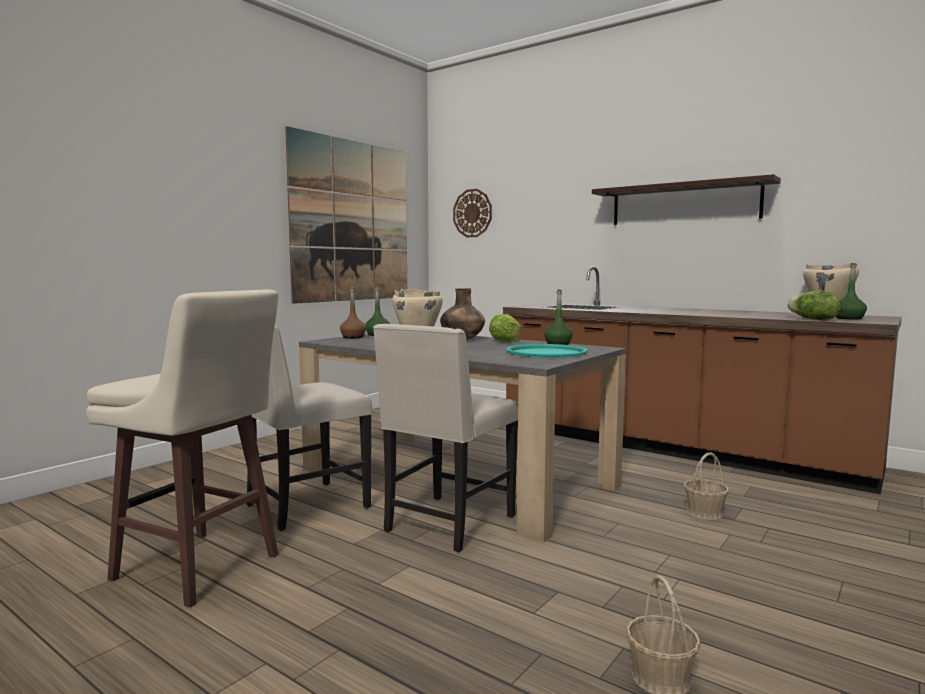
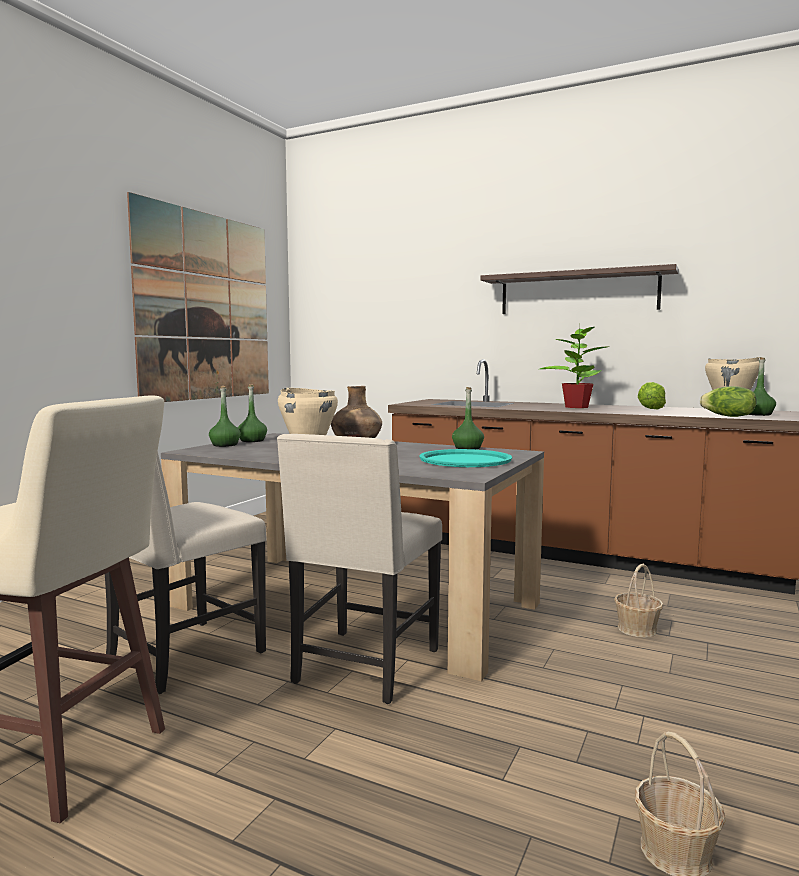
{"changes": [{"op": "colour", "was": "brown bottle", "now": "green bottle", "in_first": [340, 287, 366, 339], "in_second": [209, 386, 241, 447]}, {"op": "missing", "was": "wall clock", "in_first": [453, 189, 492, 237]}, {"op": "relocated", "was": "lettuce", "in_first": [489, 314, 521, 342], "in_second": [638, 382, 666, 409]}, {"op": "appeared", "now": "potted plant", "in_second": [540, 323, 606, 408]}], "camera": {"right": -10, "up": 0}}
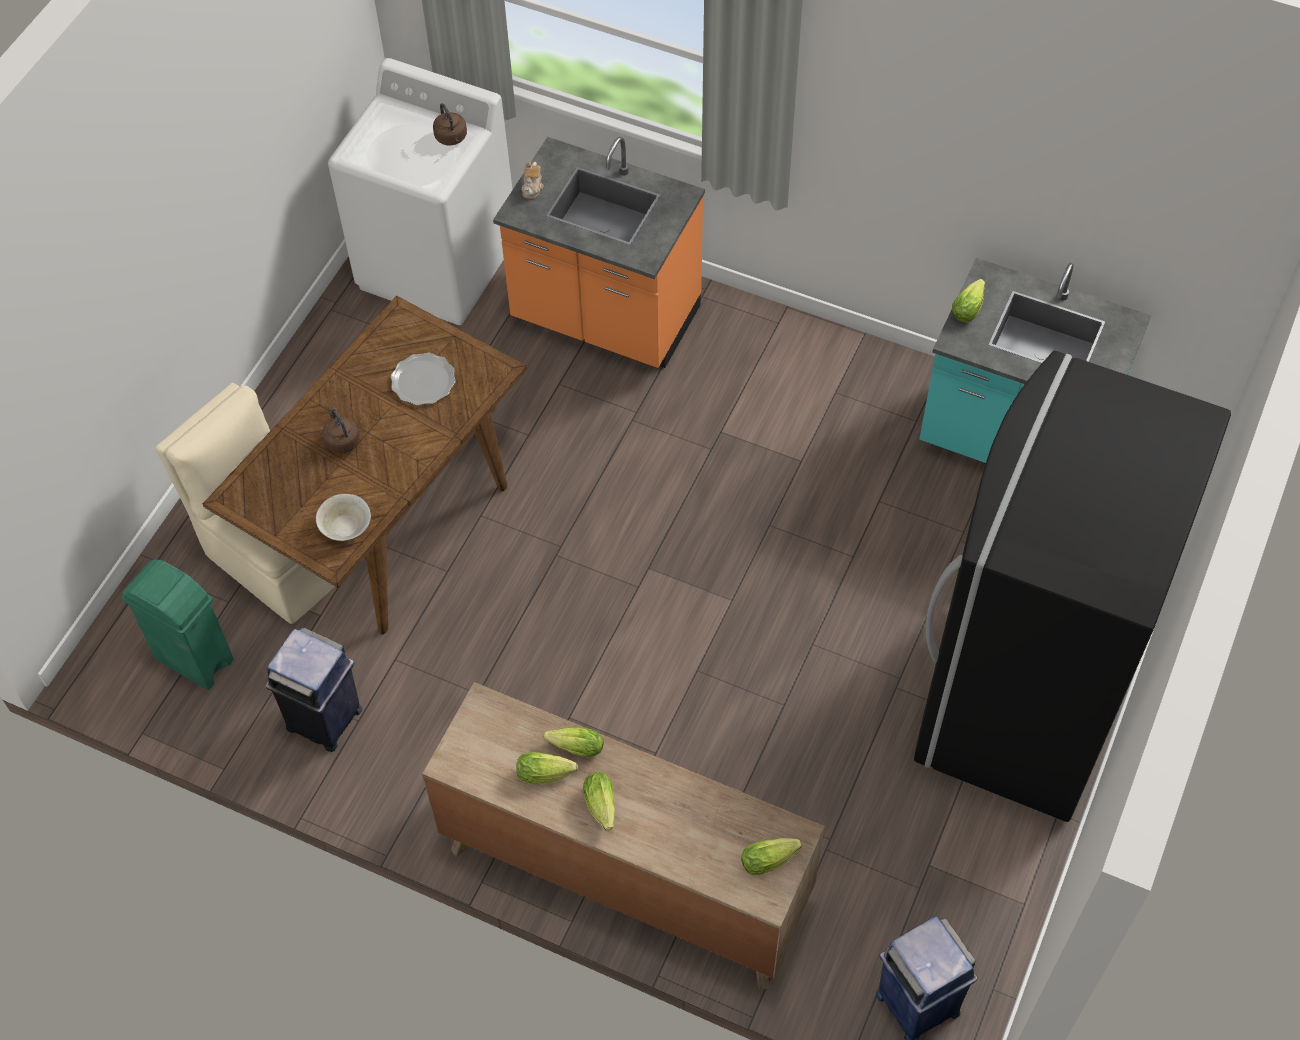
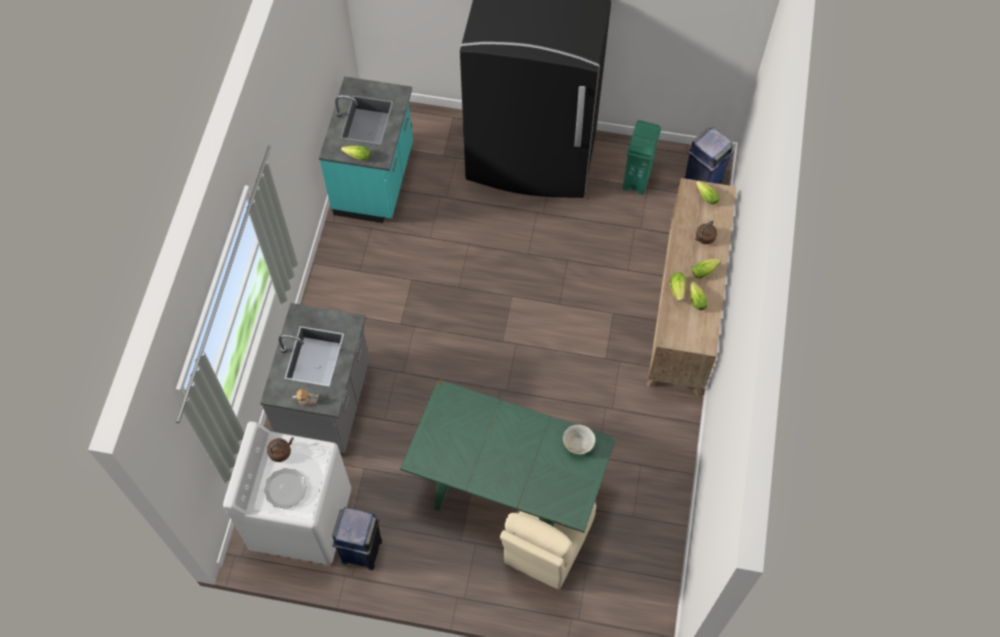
{"changes": [{"op": "relocated", "was": "green trash can", "in_first": [121, 559, 234, 690], "in_second": [623, 120, 661, 195]}, {"op": "colour", "was": "brown dining table", "now": "green dining table", "in_first": [203, 296, 527, 634], "in_second": [400, 379, 616, 533]}, {"op": "relocated", "was": "blue trash can", "in_first": [266, 627, 362, 752], "in_second": [332, 507, 382, 570]}, {"op": "relocated", "was": "brown kettle", "in_first": [322, 407, 360, 453], "in_second": [695, 220, 717, 244]}, {"op": "relocated", "was": "plate", "in_first": [391, 353, 456, 405], "in_second": [264, 468, 307, 509]}, {"op": "colour", "was": "orange counter", "now": "grey counter", "in_first": [493, 137, 705, 368], "in_second": [260, 303, 370, 453]}], "camera": {"right": -105, "up": 5}}
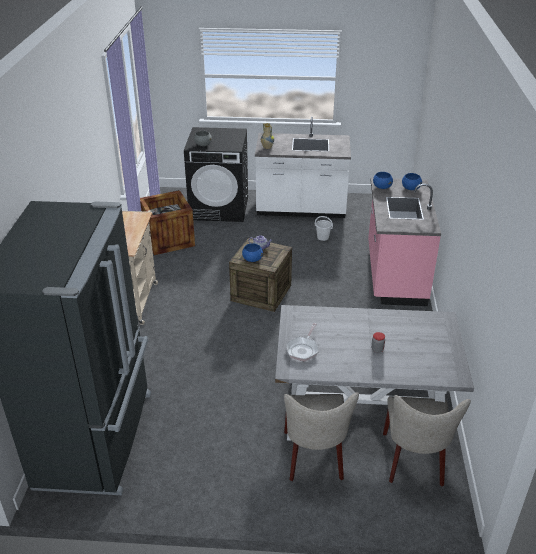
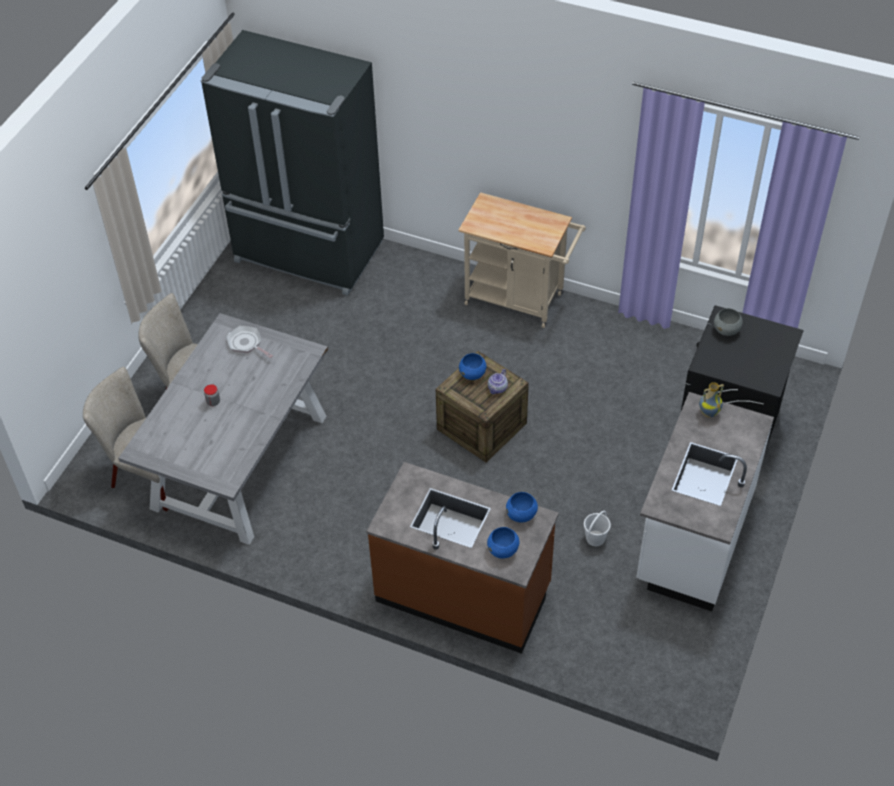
{"changes": [{"op": "missing", "was": "crate", "in_first": [140, 190, 195, 255]}, {"op": "colour", "was": "pink counter", "now": "brown counter", "in_first": [368, 178, 441, 306], "in_second": [366, 462, 559, 654]}], "camera": {"right": 110, "up": 15}}
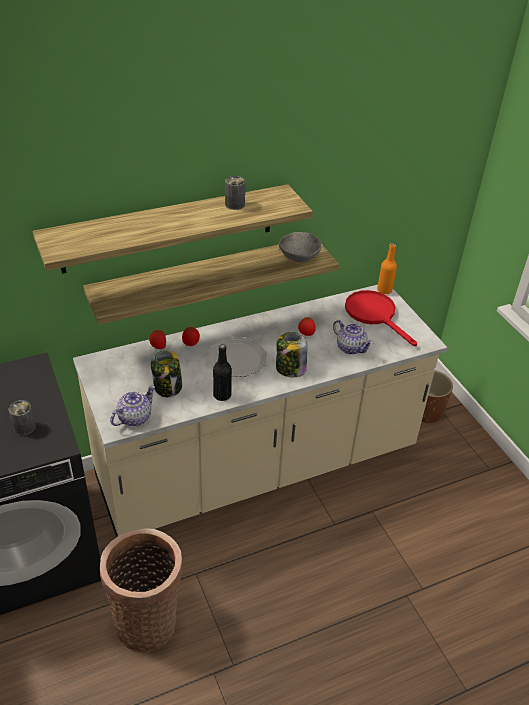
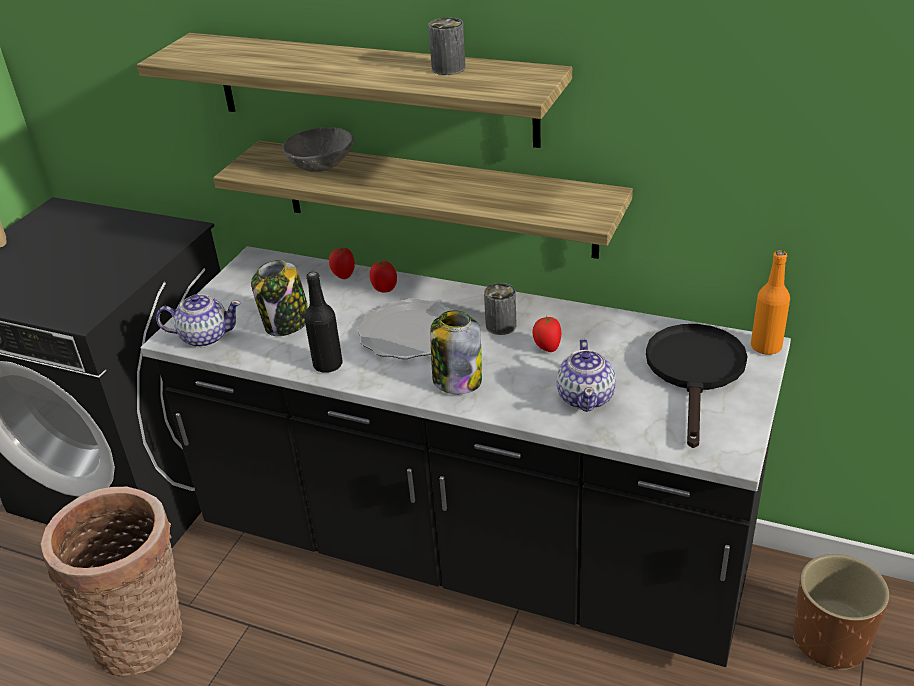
{"changes": [{"op": "relocated", "was": "can", "in_first": [9, 400, 36, 436], "in_second": [484, 283, 517, 335]}, {"op": "colour", "was": "beige counter", "now": "black counter", "in_first": [73, 285, 447, 538], "in_second": [141, 246, 791, 667]}, {"op": "relocated", "was": "grey bowl", "in_first": [279, 232, 321, 262], "in_second": [283, 127, 354, 172]}, {"op": "colour", "was": "red frying pan", "now": "black frying pan", "in_first": [345, 290, 417, 346], "in_second": [646, 324, 747, 448]}], "camera": {"right": 50, "up": -5}}
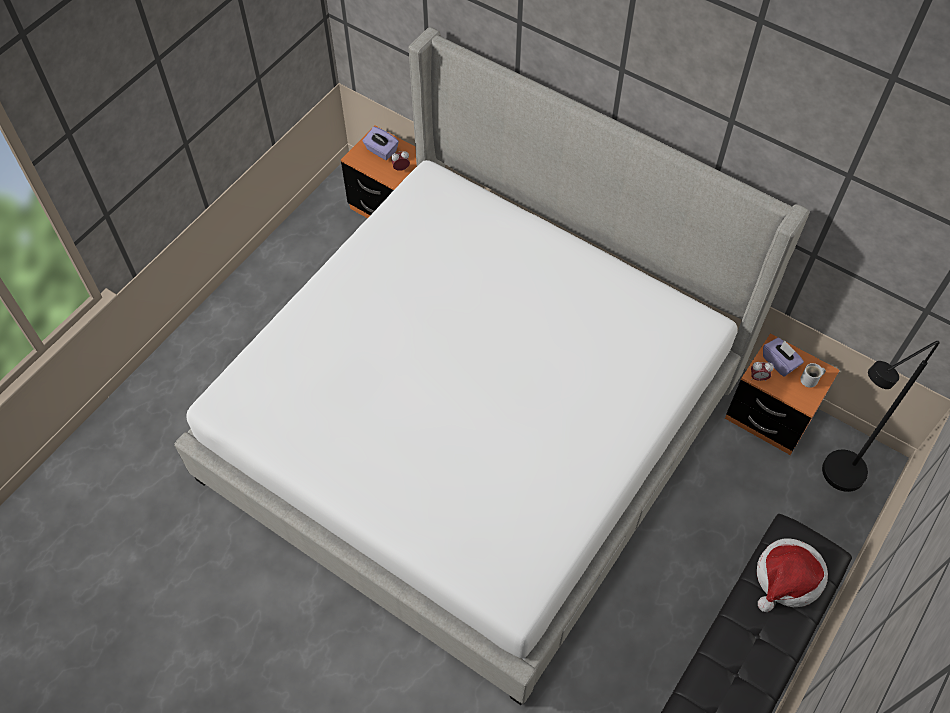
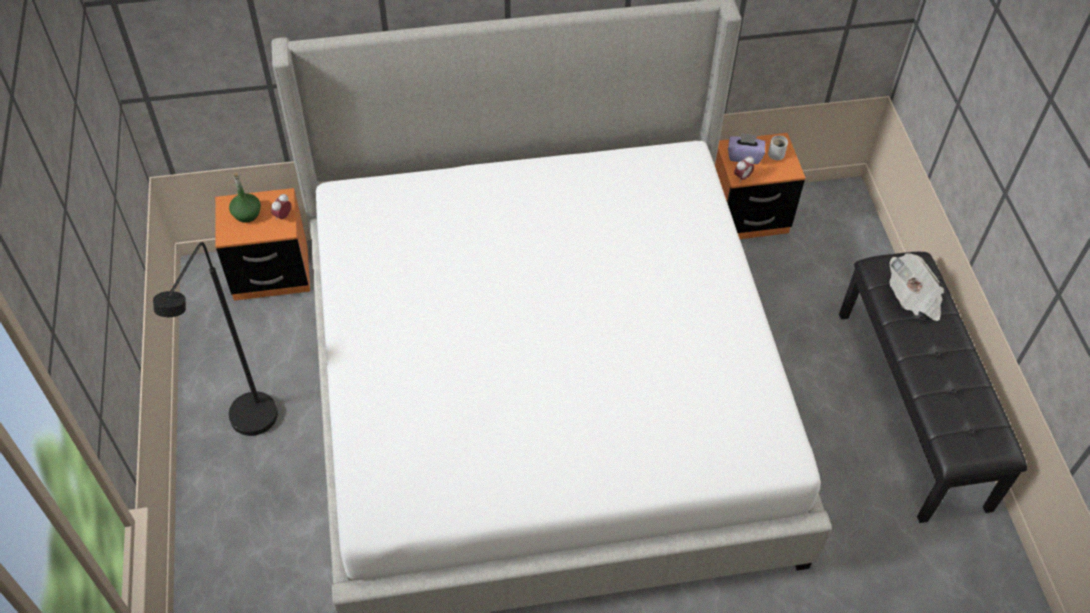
{"changes": [{"op": "exchanged", "was": "purple tissue box", "now": "green bottle", "in_first": [362, 127, 399, 160], "in_second": [229, 172, 261, 223]}, {"op": "exchanged", "was": "hat", "now": "newspaper", "in_first": [757, 538, 828, 612], "in_second": [889, 253, 944, 321]}, {"op": "relocated", "was": "black floor lamp", "in_first": [822, 341, 940, 492], "in_second": [153, 242, 278, 436]}], "camera": {"right": -45, "up": -5}}
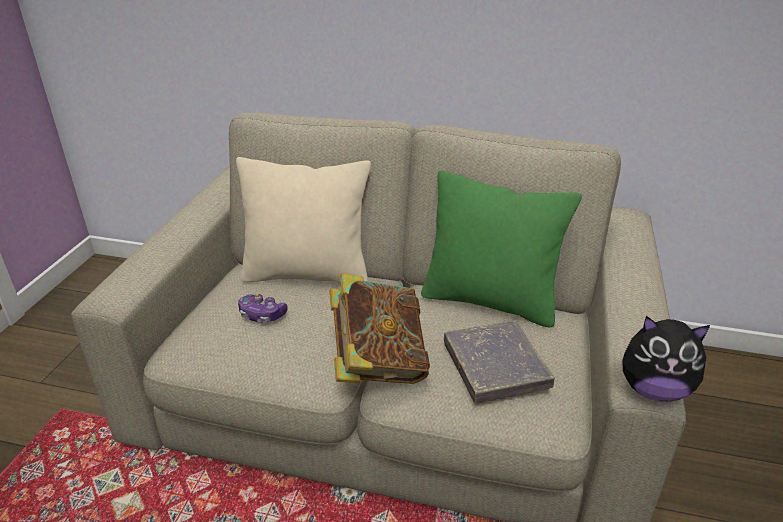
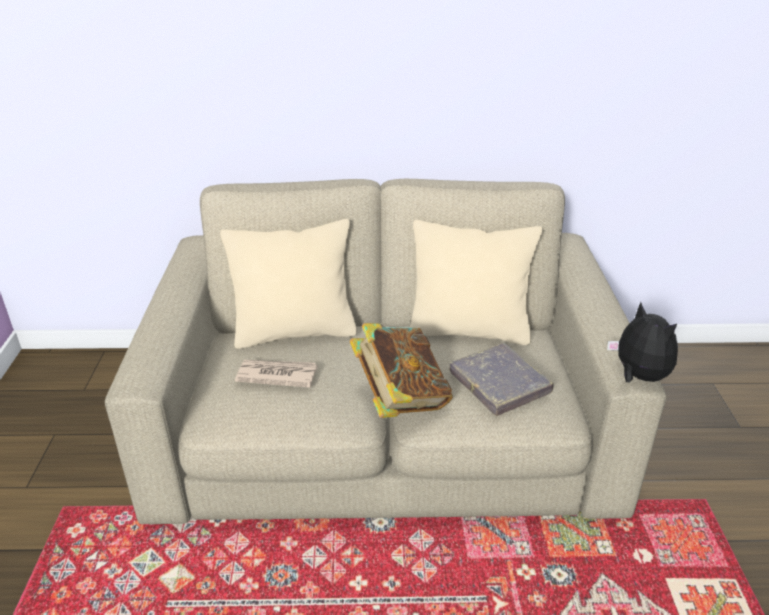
{"changes": [{"op": "exchanged", "was": "game controller", "now": "newspaper", "in_first": [238, 294, 288, 323], "in_second": [235, 360, 318, 388]}, {"op": "colour", "was": "green pillow", "now": "beige pillow", "in_first": [421, 170, 582, 327], "in_second": [409, 220, 543, 345]}, {"op": "spun", "was": "plush toy", "in_first": [623, 316, 710, 402], "in_second": [607, 302, 678, 382], "clockwise": -120}], "camera": {"right": -15, "up": 0}}
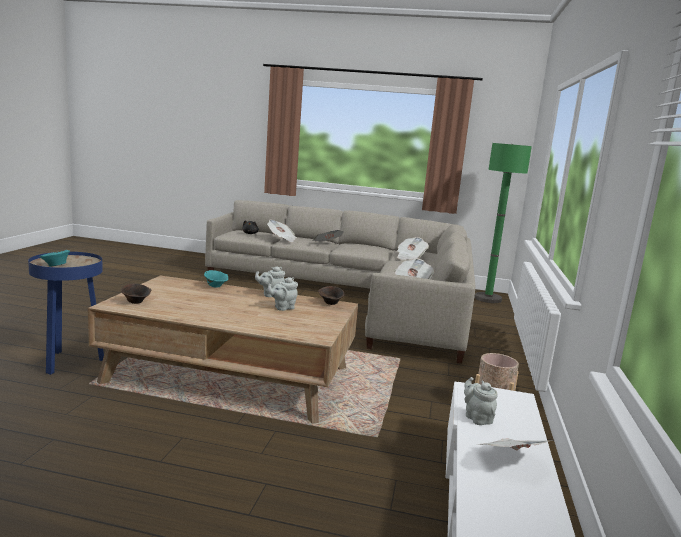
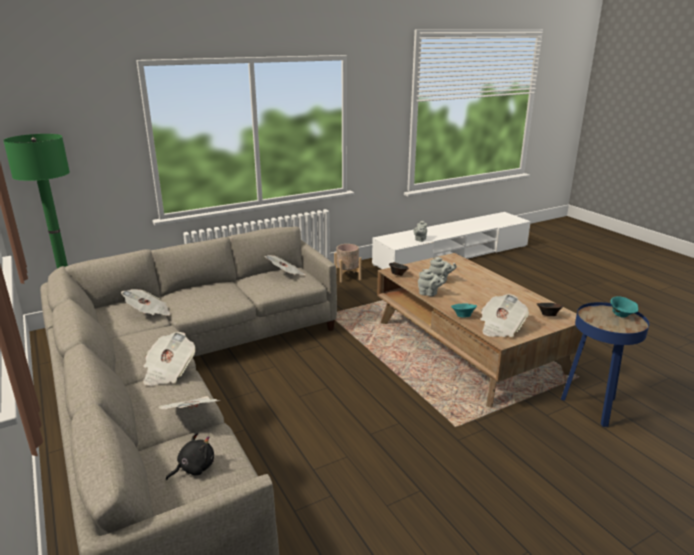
{"changes": [{"op": "relocated", "was": "newspaper", "in_first": [478, 438, 548, 450], "in_second": [480, 294, 529, 337]}], "camera": {"right": -130, "up": 10}}
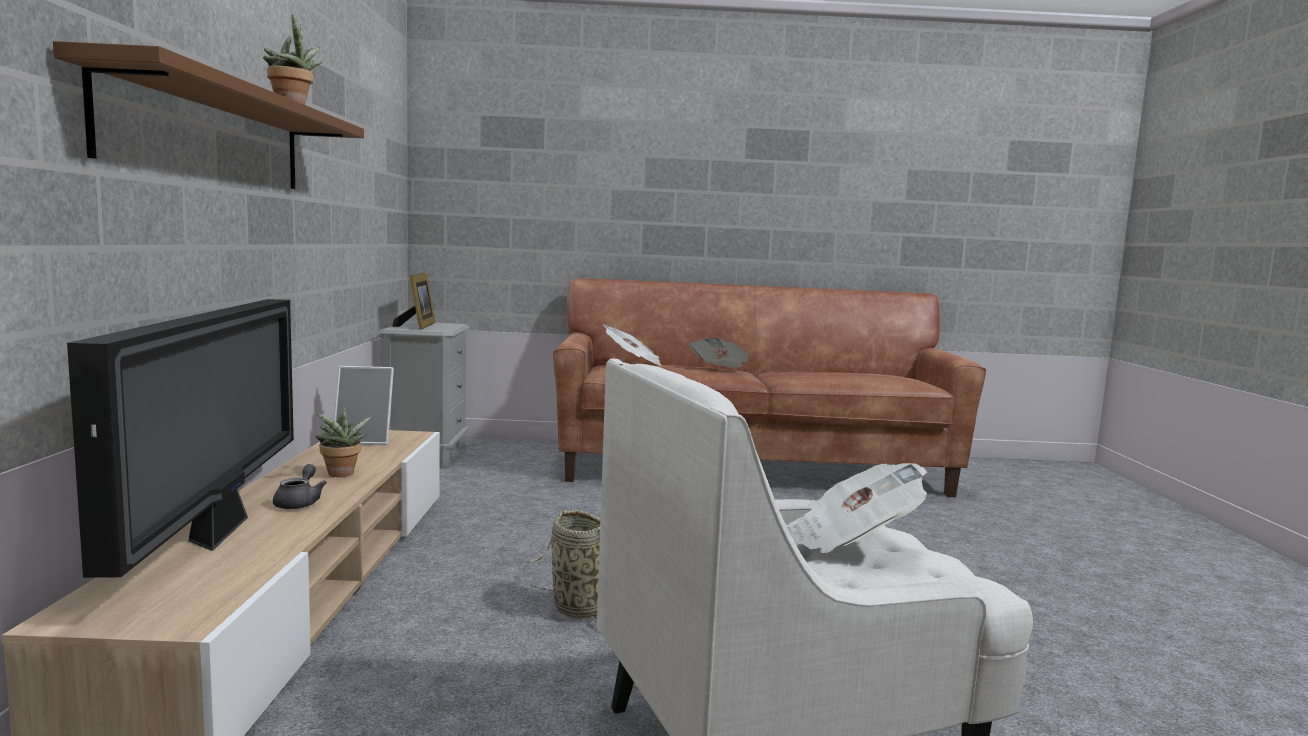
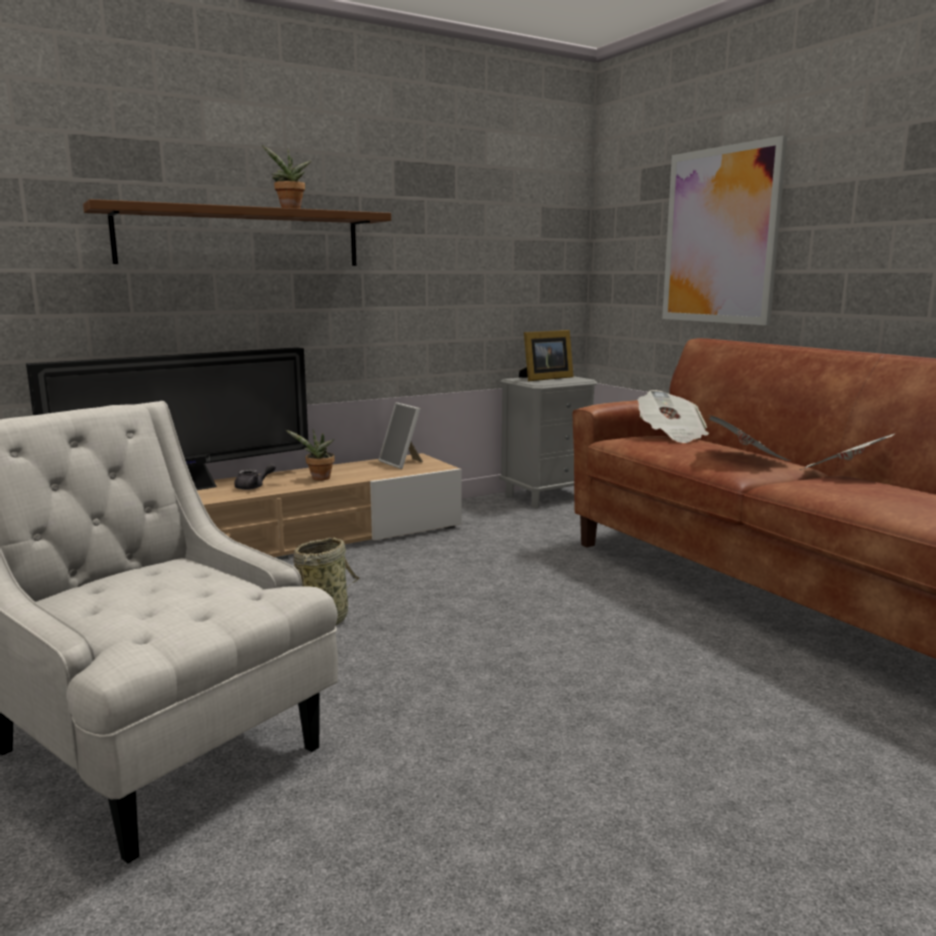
{"changes": [{"op": "relocated", "was": "newspaper", "in_first": [786, 463, 927, 553], "in_second": [800, 433, 896, 470]}, {"op": "appeared", "now": "picture", "in_second": [662, 135, 787, 325]}], "camera": {"right": 60, "up": 5}}
